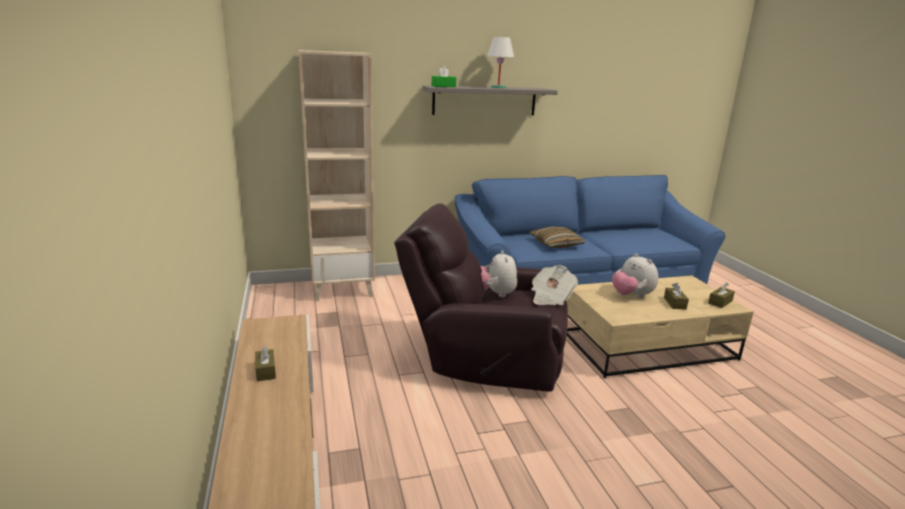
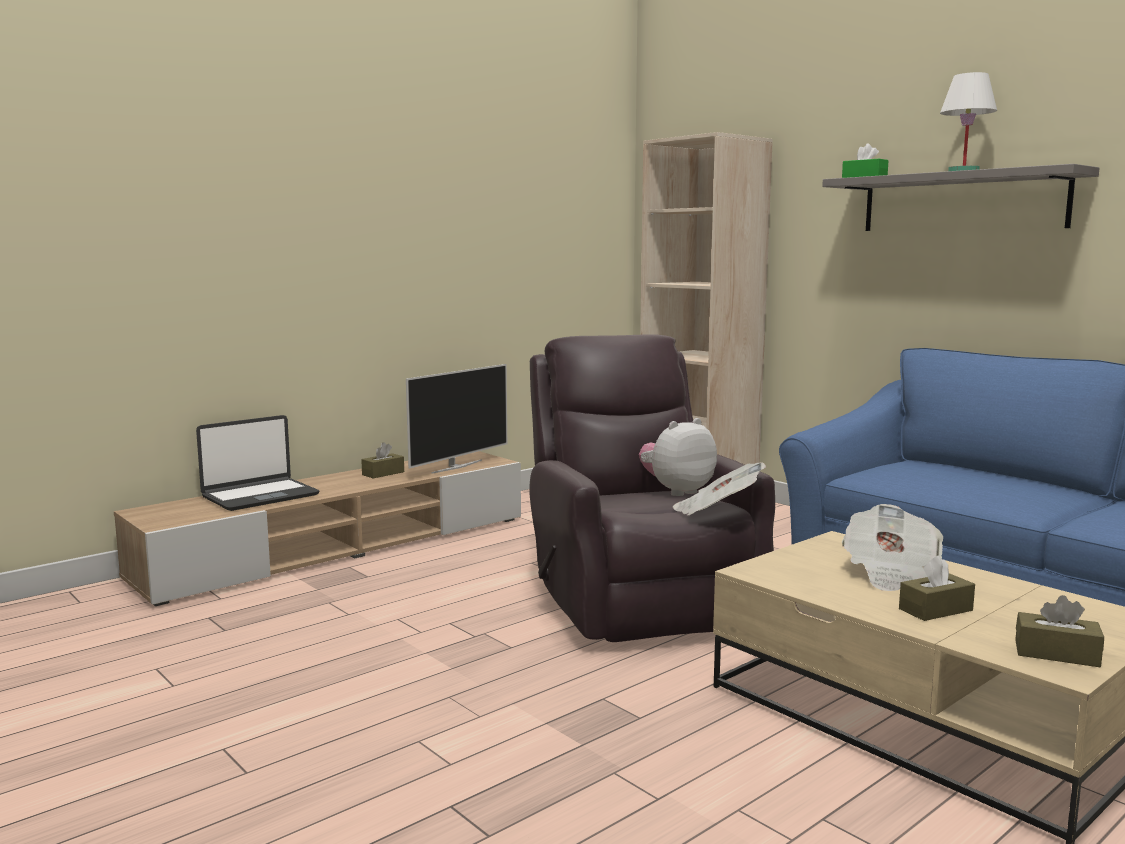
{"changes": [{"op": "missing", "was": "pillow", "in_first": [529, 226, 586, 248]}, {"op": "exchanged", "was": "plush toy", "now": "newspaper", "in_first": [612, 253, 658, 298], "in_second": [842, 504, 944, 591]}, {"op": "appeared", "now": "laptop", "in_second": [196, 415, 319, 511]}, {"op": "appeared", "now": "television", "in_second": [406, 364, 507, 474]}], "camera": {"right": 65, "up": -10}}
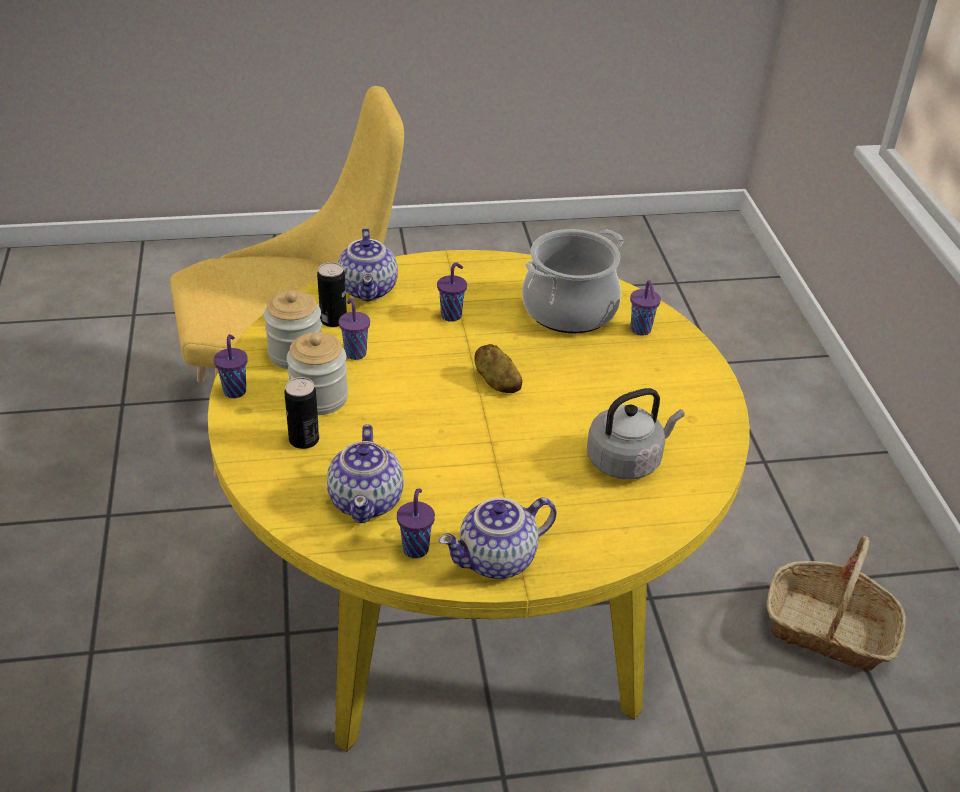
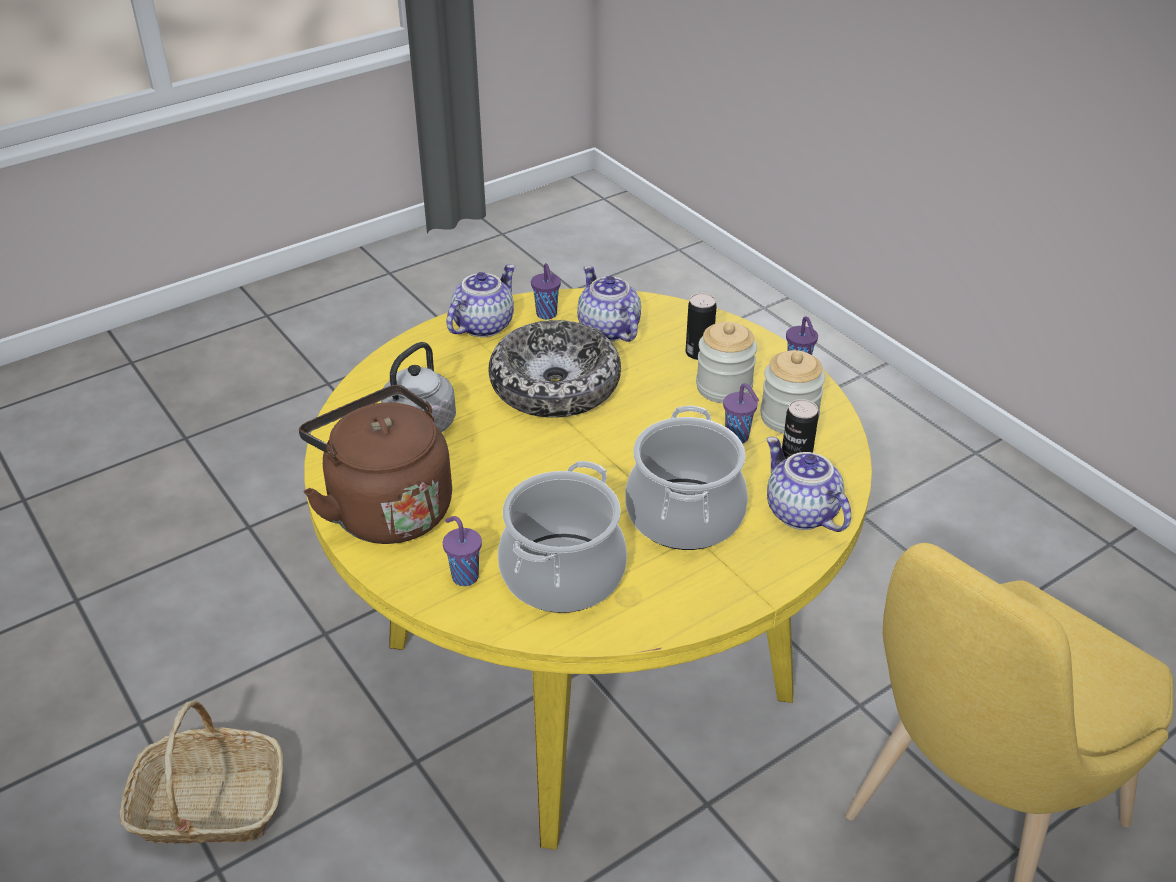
{"changes": [{"op": "exchanged", "was": "purple cup", "now": "cooking pot", "in_first": [437, 262, 467, 322], "in_second": [625, 406, 748, 550]}, {"op": "missing", "was": "potato", "in_first": [474, 344, 522, 393]}, {"op": "appeared", "now": "brown kettle", "in_second": [299, 385, 452, 544]}, {"op": "appeared", "now": "bowl", "in_second": [488, 320, 621, 418]}], "camera": {"right": 155, "up": 0}}
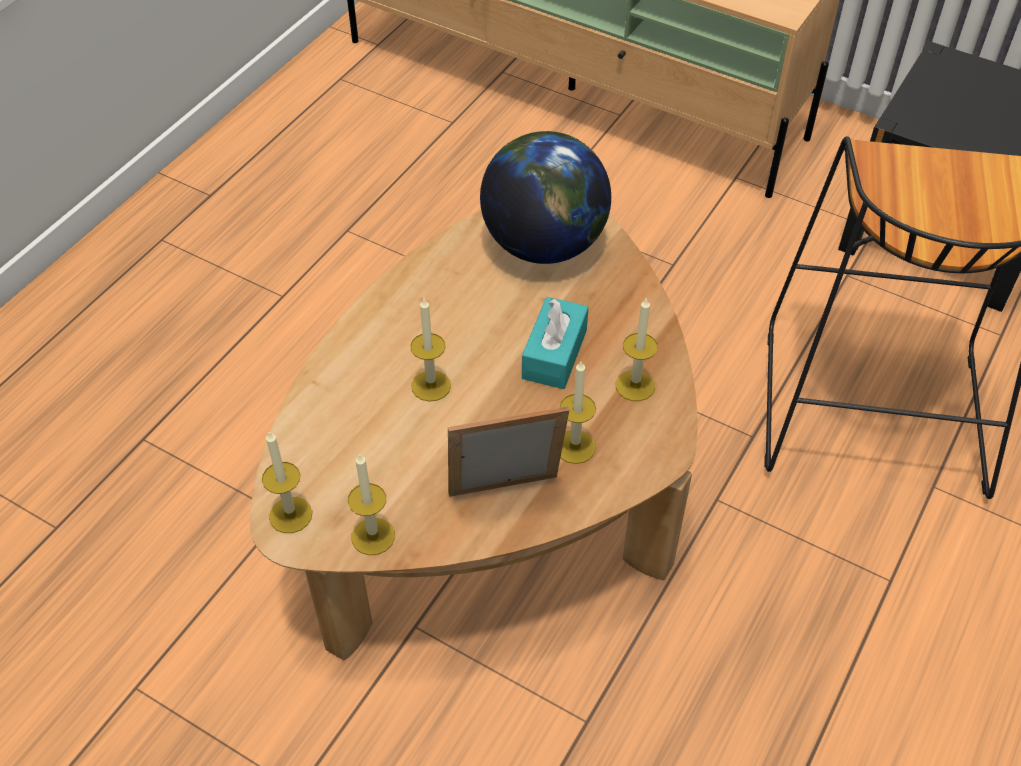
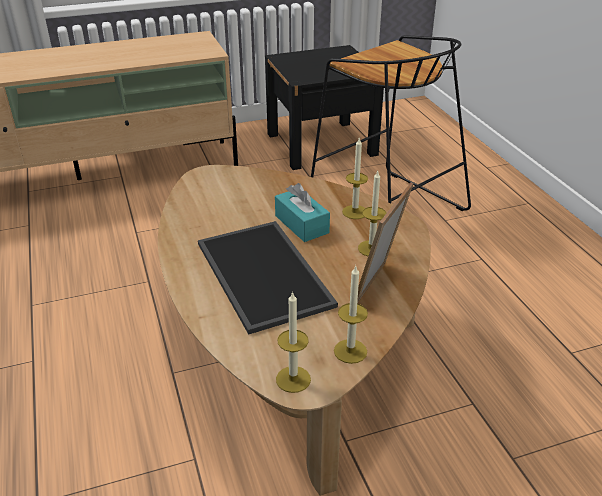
{"changes": [{"op": "exchanged", "was": "candle", "now": "tray", "in_first": [410, 298, 451, 402], "in_second": [198, 221, 338, 335]}, {"op": "missing", "was": "globe", "in_first": [480, 131, 611, 264]}], "camera": {"right": -50, "up": -15}}
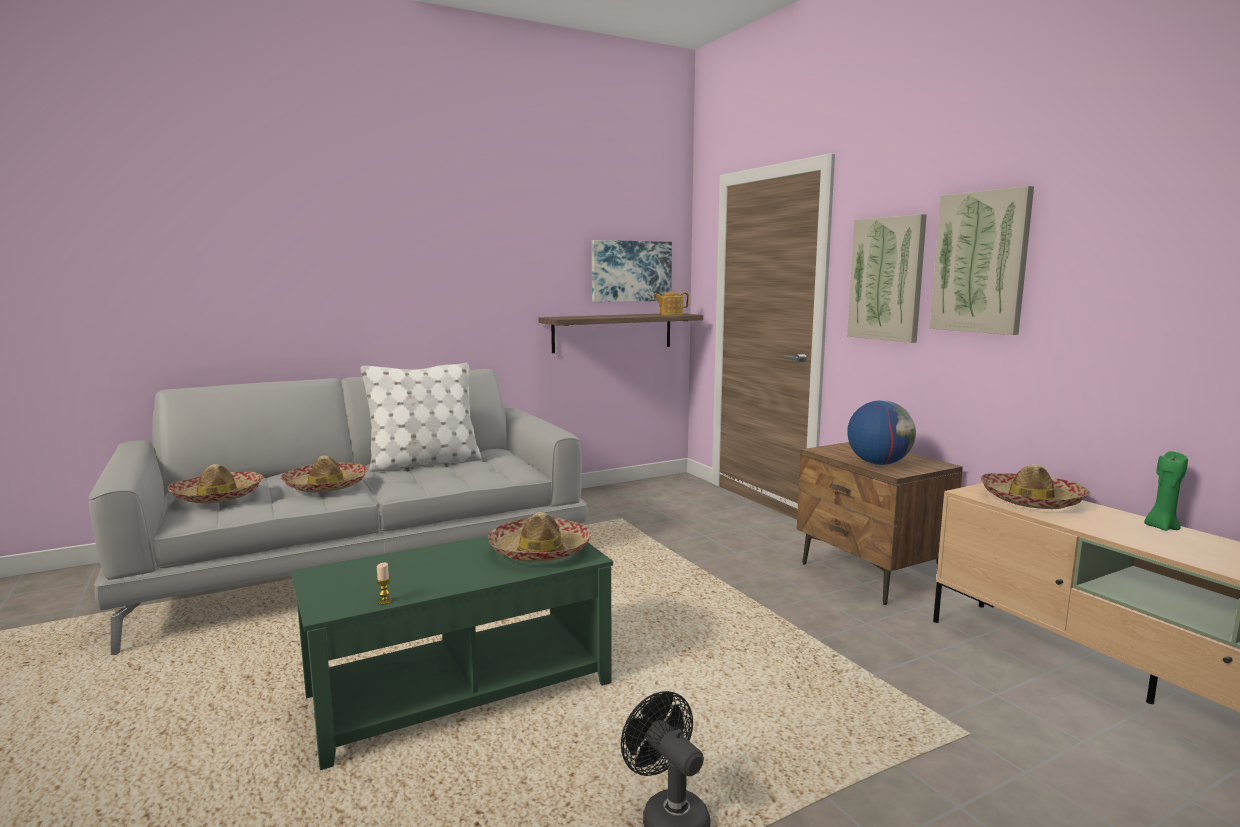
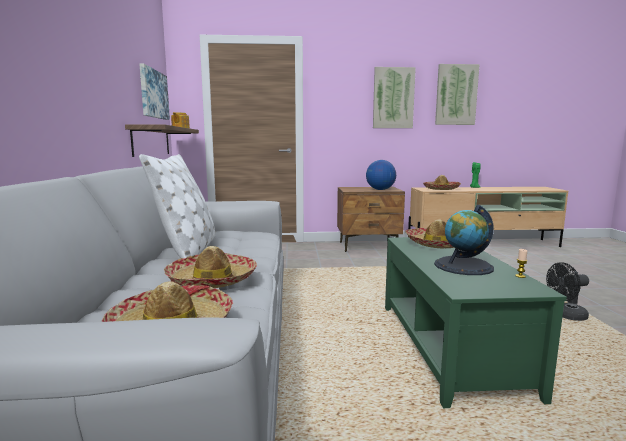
{"changes": [{"op": "relocated", "was": "picture", "in_first": [847, 214, 927, 343], "in_second": [435, 64, 480, 125]}, {"op": "appeared", "now": "globe", "in_second": [434, 205, 494, 275]}], "camera": {"right": -65, "up": 0}}
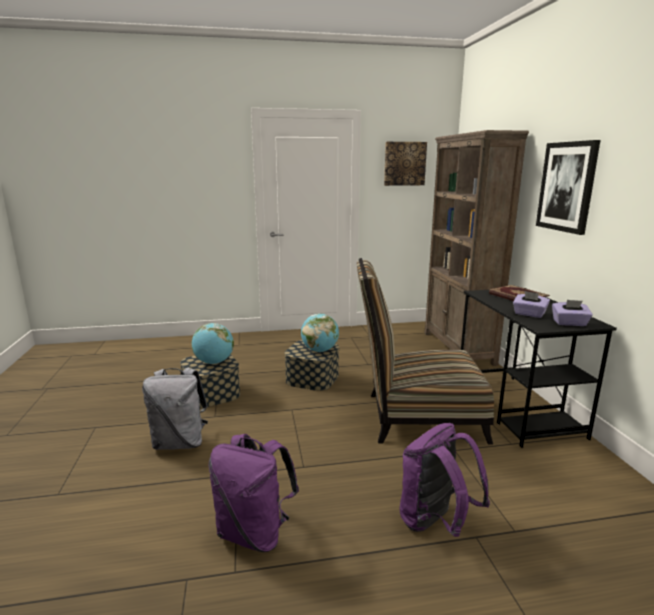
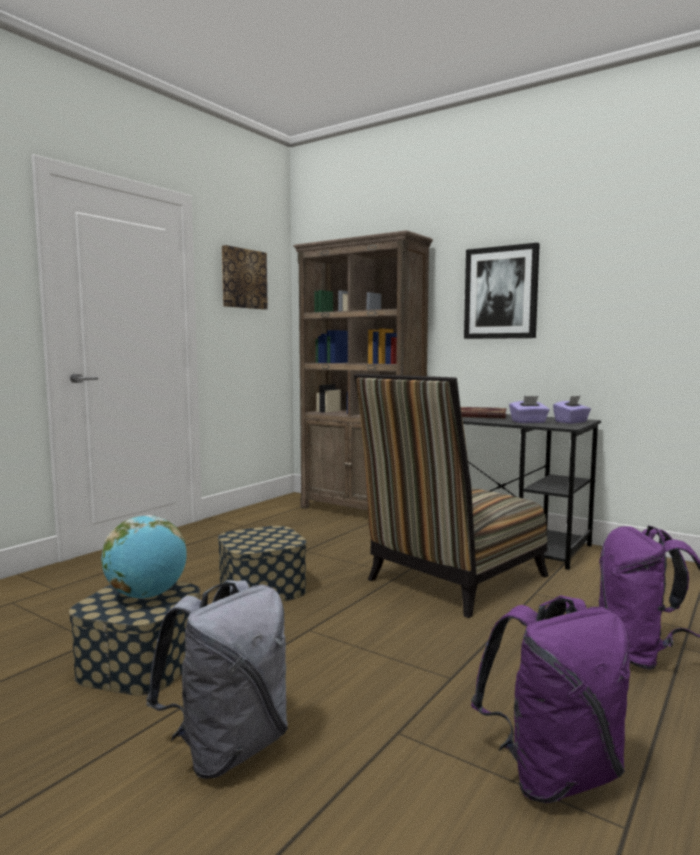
{"changes": [{"op": "missing", "was": "globe", "in_first": [301, 313, 339, 352]}], "camera": {"right": -45, "up": -10}}
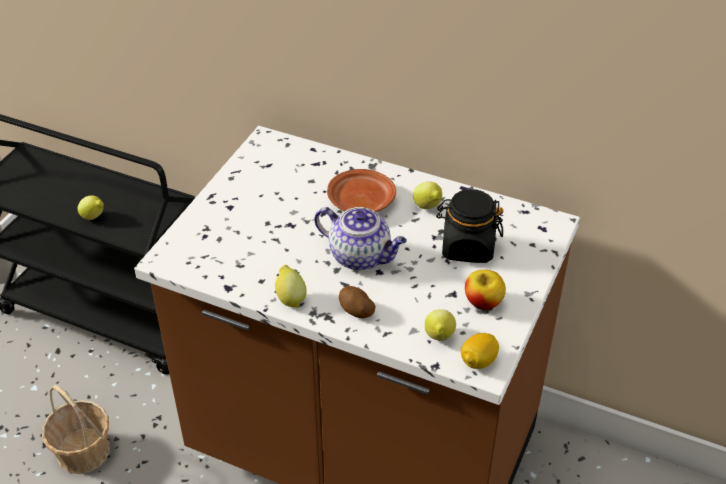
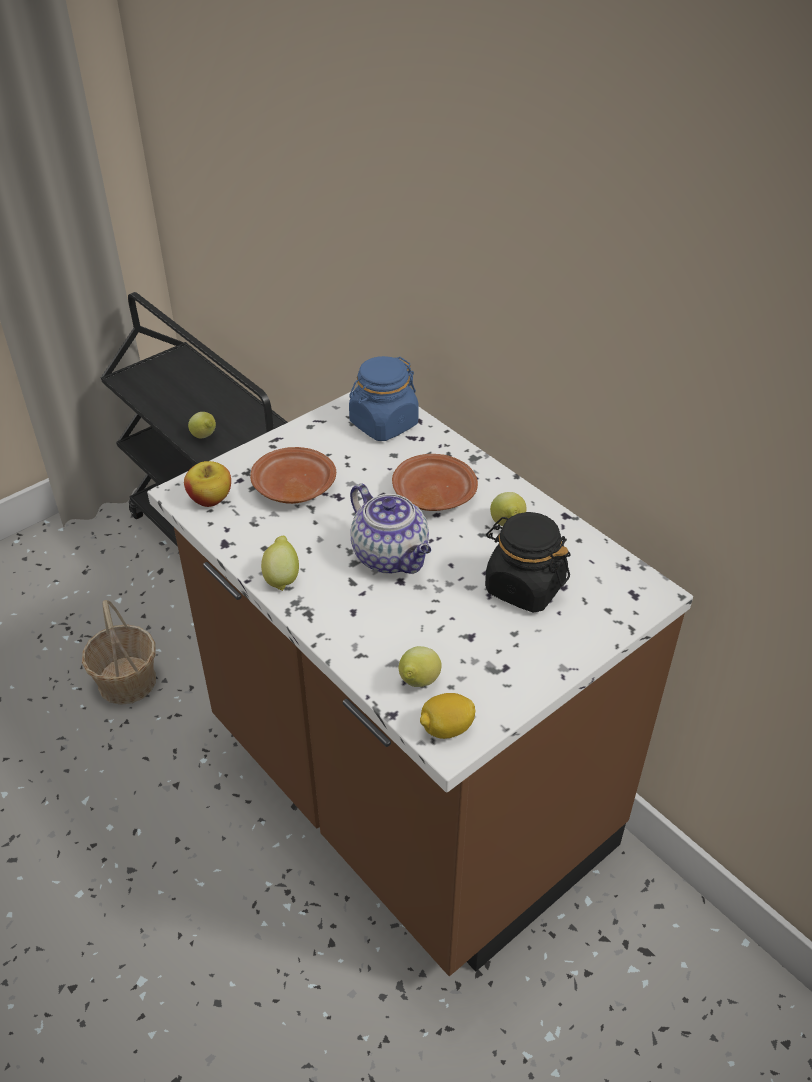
{"changes": [{"op": "missing", "was": "potato", "in_first": [339, 286, 375, 318]}, {"op": "relocated", "was": "apple", "in_first": [465, 270, 506, 310], "in_second": [184, 461, 231, 507]}, {"op": "appeared", "now": "brown plate", "in_second": [250, 447, 336, 504]}, {"op": "appeared", "now": "blue jar", "in_second": [349, 356, 418, 441]}], "camera": {"right": 25, "up": 0}}
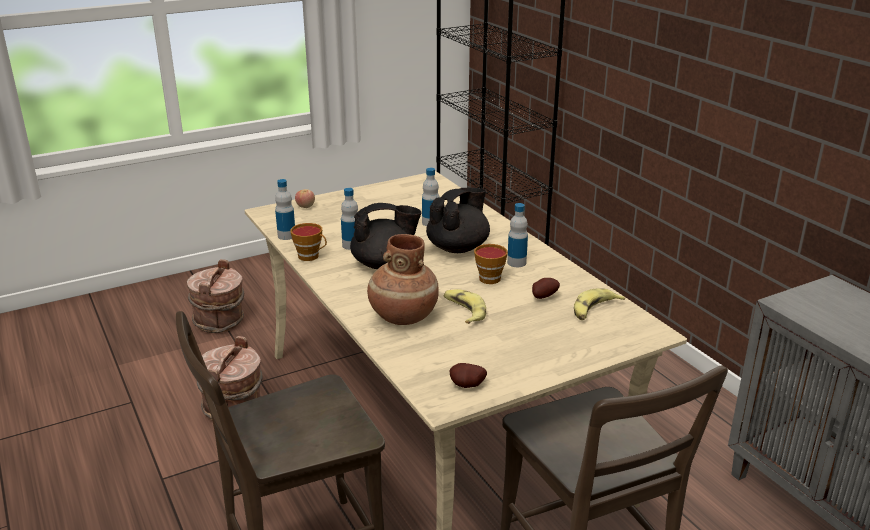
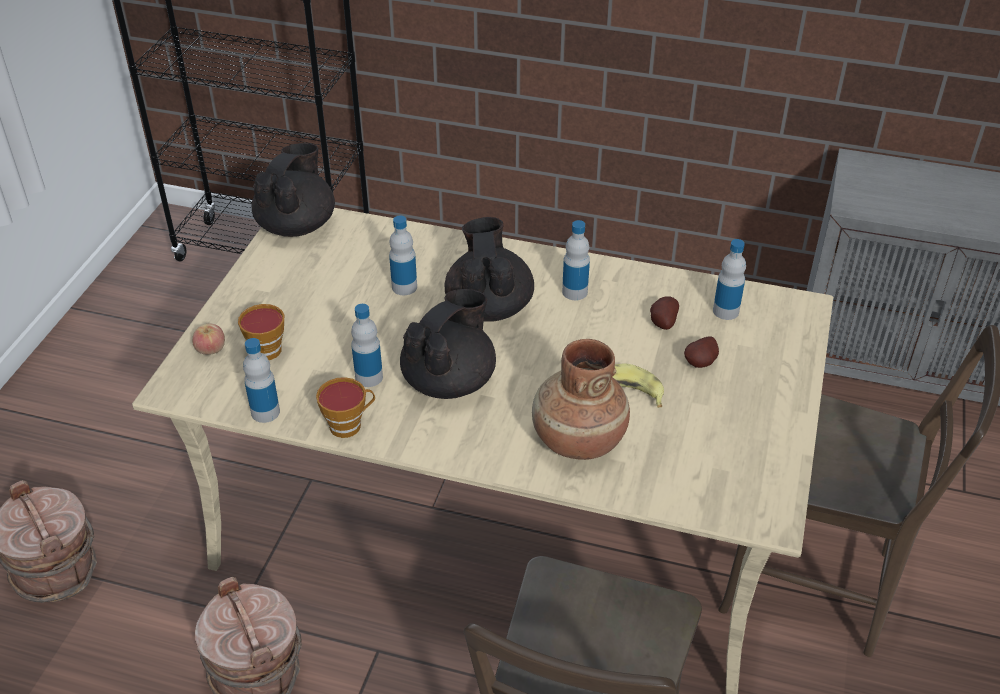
{"changes": [{"op": "relocated", "was": "potato", "in_first": [450, 363, 487, 388], "in_second": [684, 337, 719, 368]}, {"op": "relocated", "was": "cup", "in_first": [474, 244, 508, 284], "in_second": [238, 304, 284, 360]}, {"op": "exchanged", "was": "banana", "now": "bottle", "in_first": [574, 288, 625, 320], "in_second": [713, 239, 746, 320]}, {"op": "appeared", "now": "black teapot", "in_second": [252, 143, 335, 237]}], "camera": {"right": -45, "up": 15}}
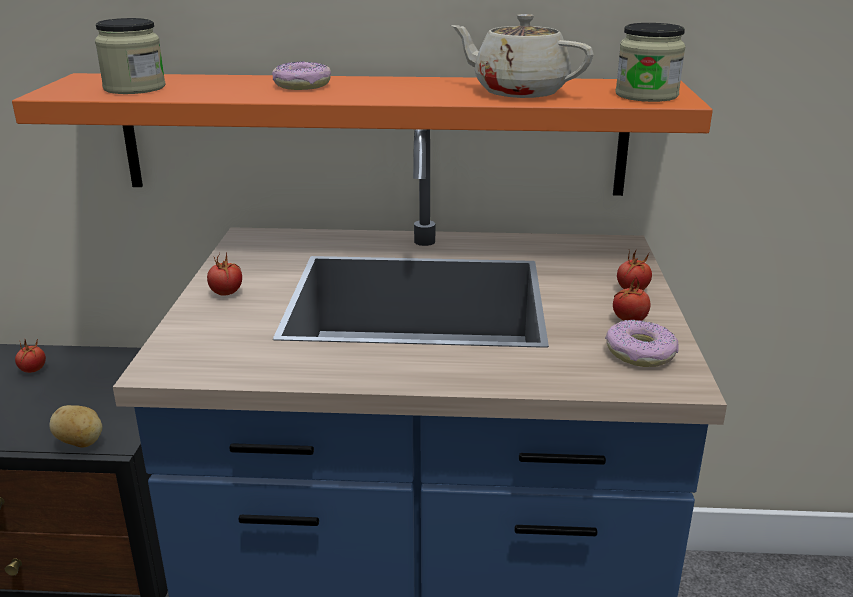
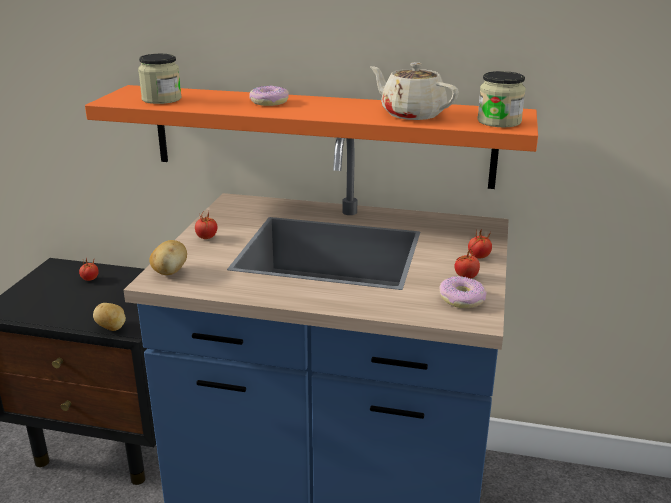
{"changes": [{"op": "appeared", "now": "potato", "in_second": [149, 240, 187, 275]}], "camera": {"right": 10, "up": 0}}
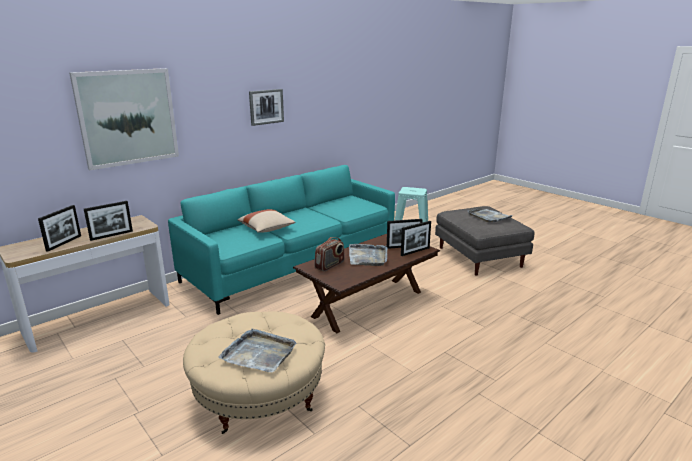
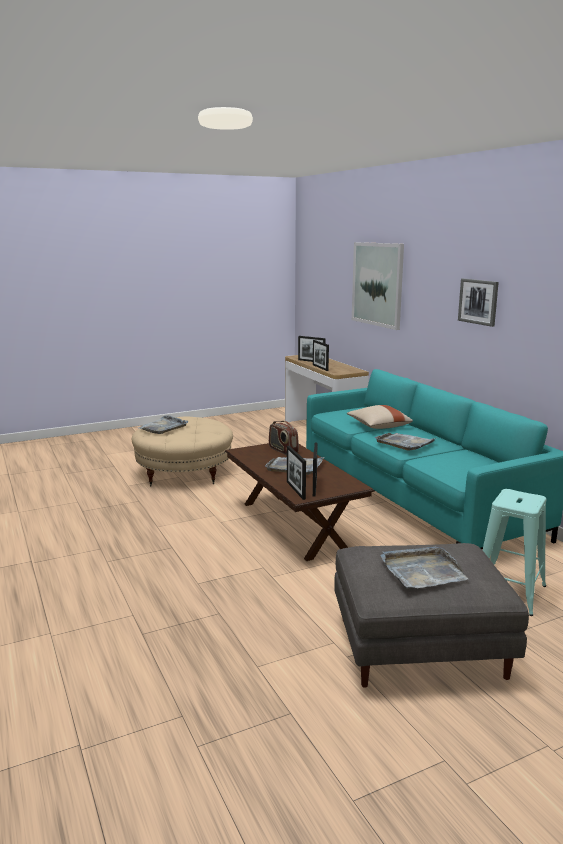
{"changes": [{"op": "appeared", "now": "grey tray", "in_second": [375, 433, 437, 451]}], "camera": {"right": 105, "up": -5}}
